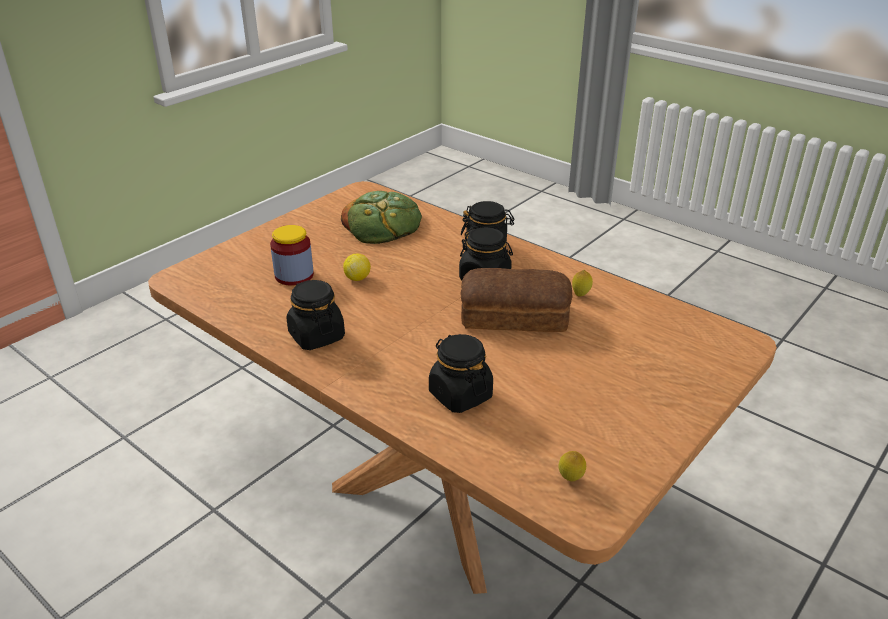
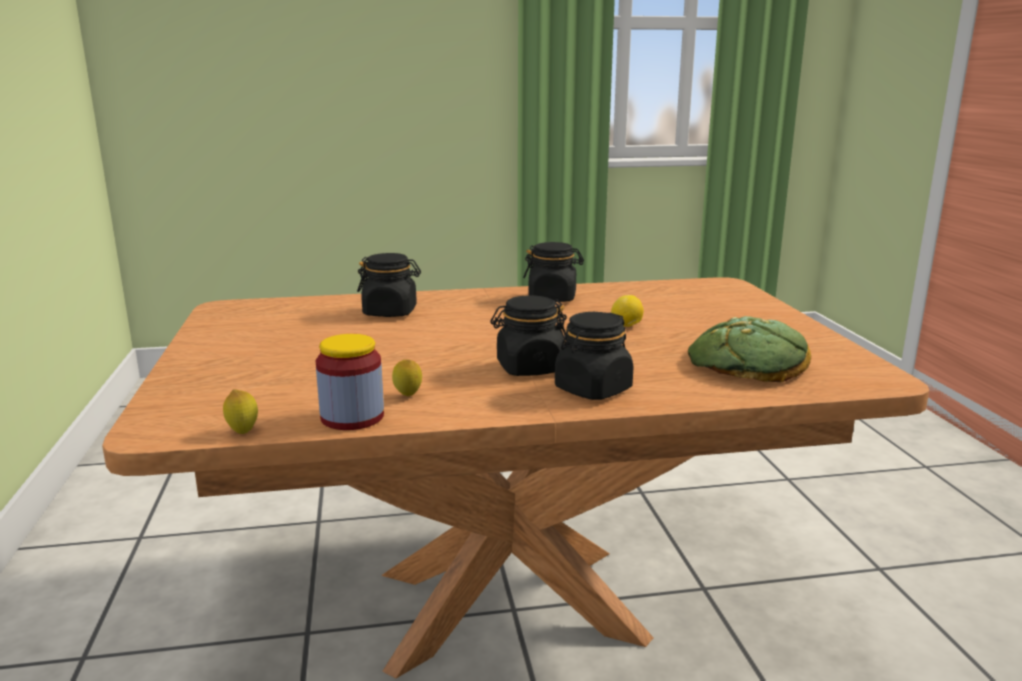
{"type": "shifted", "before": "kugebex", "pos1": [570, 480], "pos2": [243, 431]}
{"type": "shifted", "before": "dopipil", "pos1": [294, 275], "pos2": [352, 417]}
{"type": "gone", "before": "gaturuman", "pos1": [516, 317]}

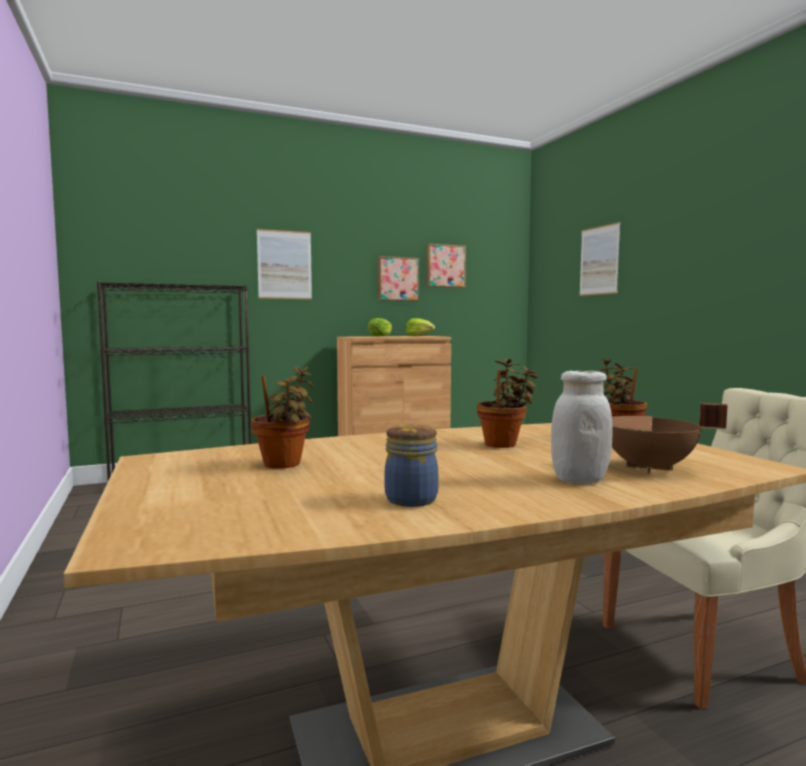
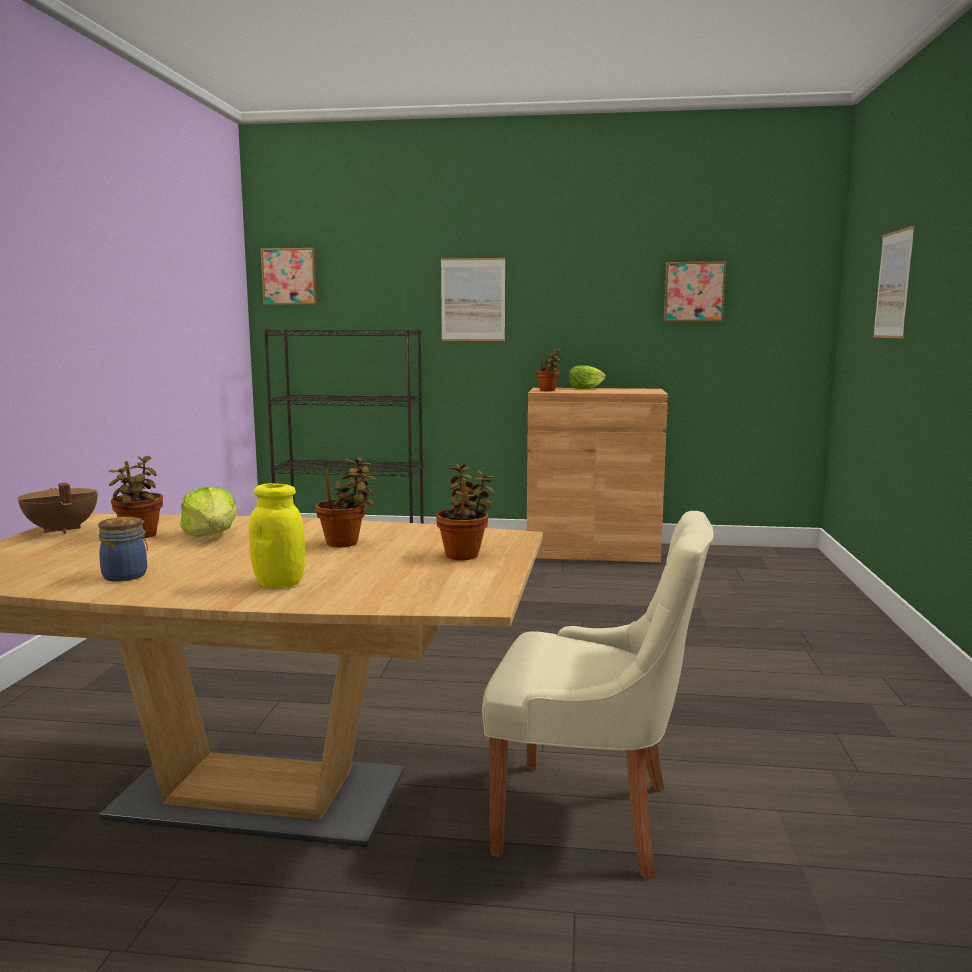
{"type": "shifted", "before": "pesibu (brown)", "pos1": [649, 468], "pos2": [60, 530]}
{"type": "shifted", "before": "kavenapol", "pos1": [419, 336], "pos2": [212, 535]}
{"type": "repainted", "before": "dopipil (white)", "after": "dopipil (yellow)", "pos1": [579, 479], "pos2": [279, 584]}
{"type": "shifted", "before": "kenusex", "pos1": [397, 279], "pos2": [290, 276]}
{"type": "new", "after": "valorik", "pos2": [548, 390]}

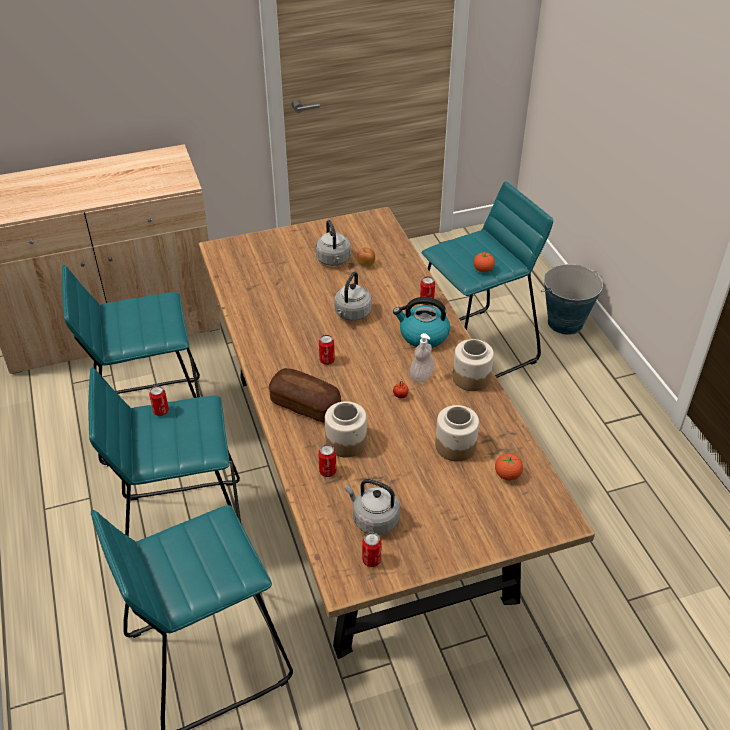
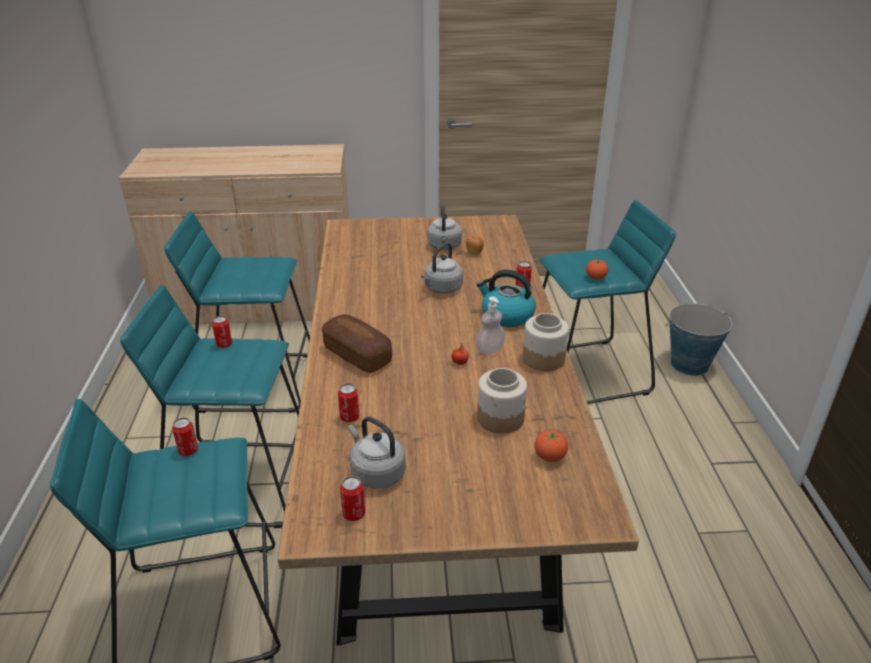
{"type": "shifted", "before": "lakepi", "pos1": [327, 360], "pos2": [188, 451]}
{"type": "gone", "before": "dopipil", "pos1": [346, 442]}

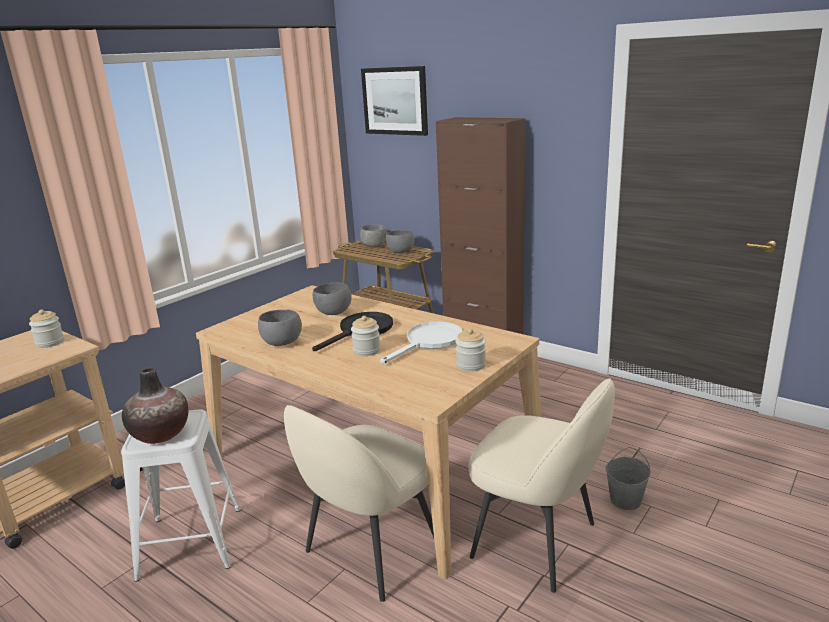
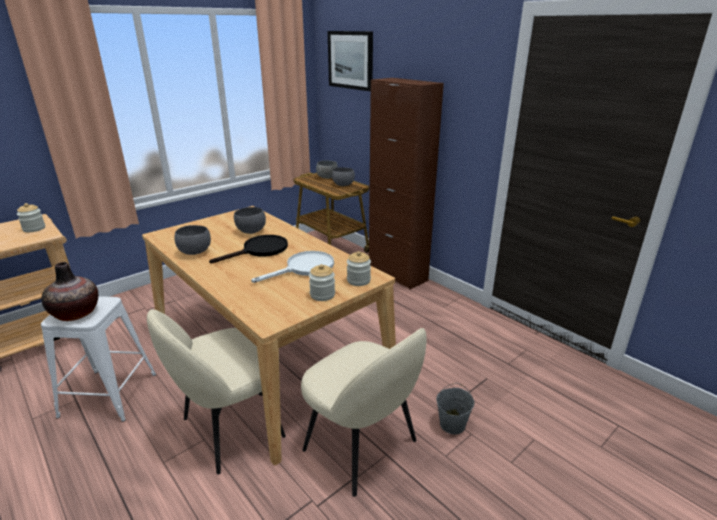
{"type": "shifted", "before": "dopipil", "pos1": [366, 350], "pos2": [358, 280]}

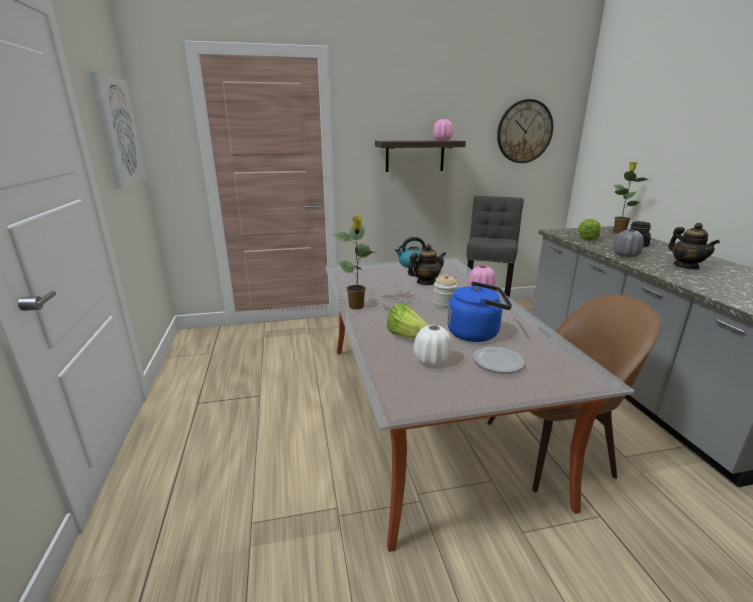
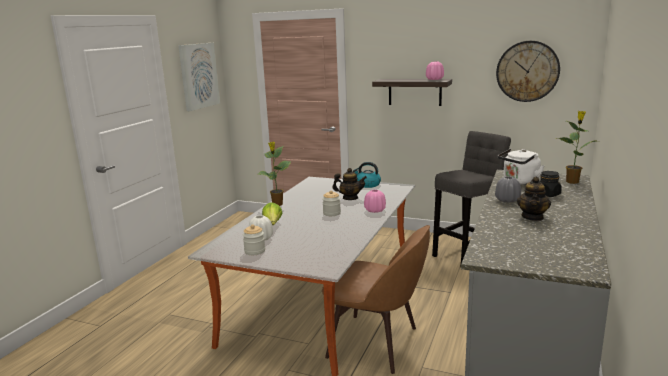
{"type": "new", "after": "dopipil", "pos2": [255, 251]}
{"type": "swapped", "before": "kavenapol", "after": "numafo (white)", "pos1": [587, 238], "pos2": [519, 182]}
{"type": "gone", "before": "numafo (blue)", "pos1": [476, 333]}
{"type": "gone", "before": "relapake", "pos1": [498, 361]}

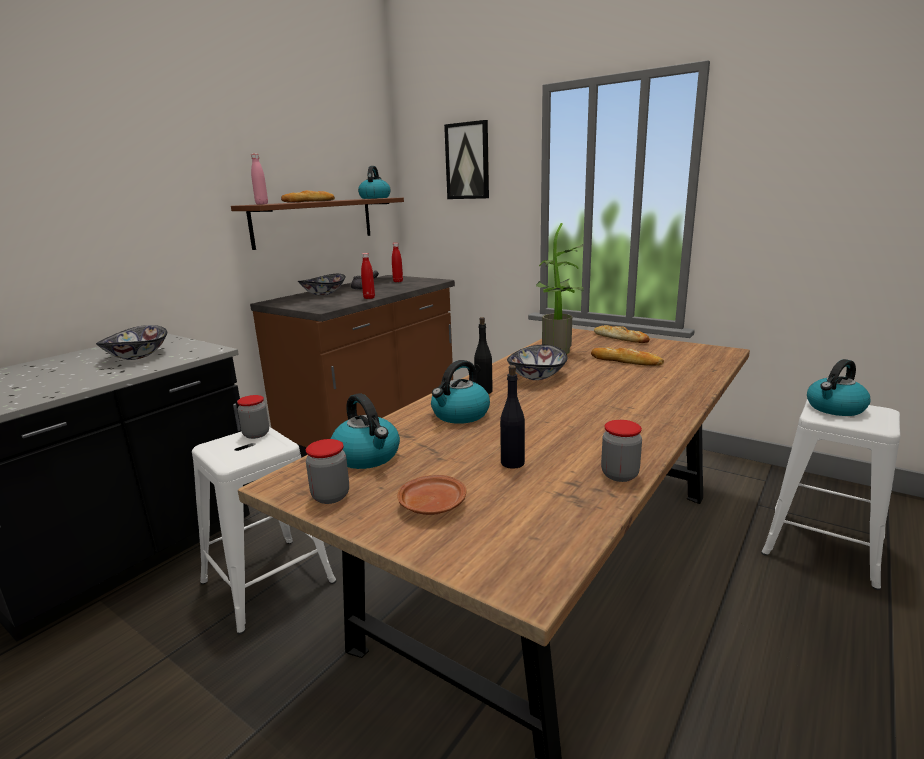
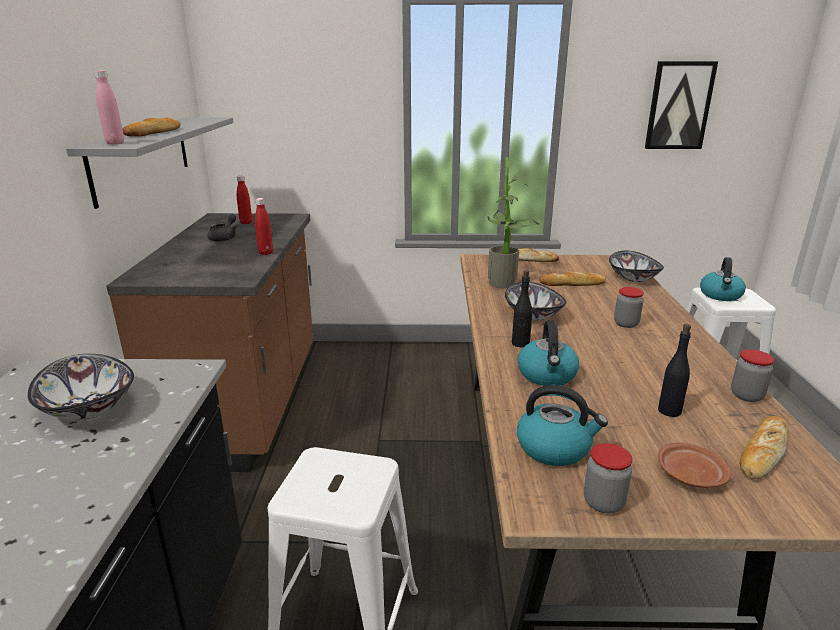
{"type": "repainted", "before": "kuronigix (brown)", "after": "kuronigix (grey)", "pos1": [314, 222], "pos2": [142, 157]}
{"type": "shifted", "before": "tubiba", "pos1": [323, 293], "pos2": [632, 278]}
{"type": "shifted", "before": "dopipil", "pos1": [256, 434], "pos2": [626, 324]}
{"type": "shifted", "before": "kenusex", "pos1": [467, 161], "pos2": [679, 106]}
{"type": "new", "after": "gaturuman", "pos2": [763, 451]}
{"type": "gone", "before": "numafo", "pos1": [375, 198]}

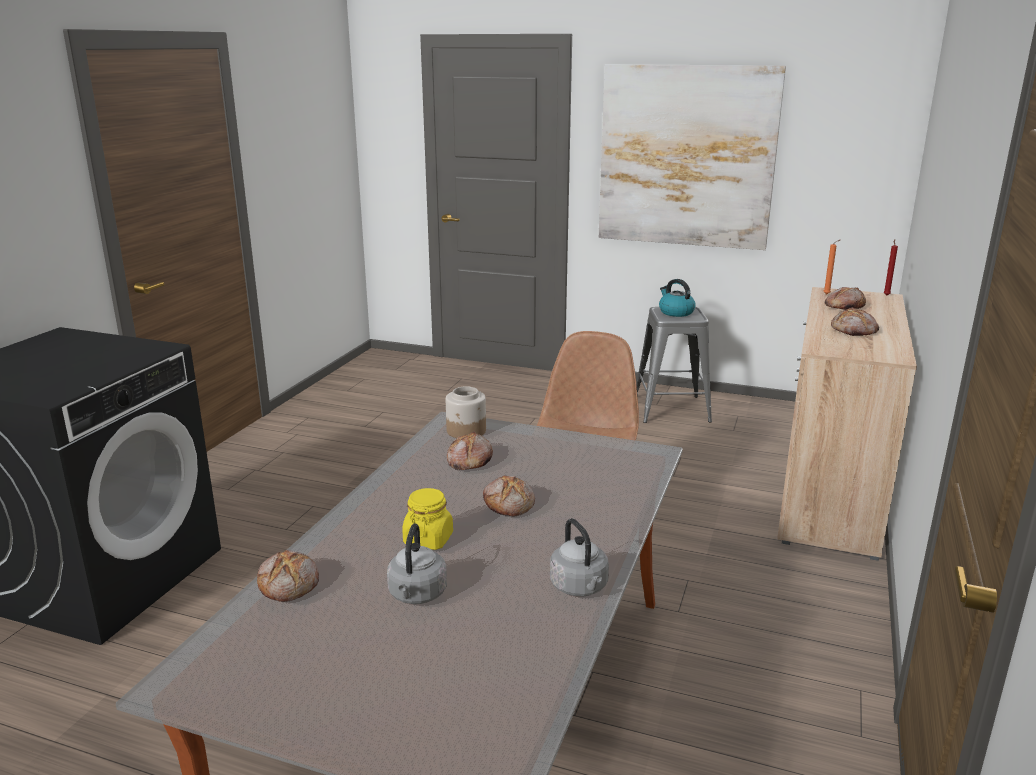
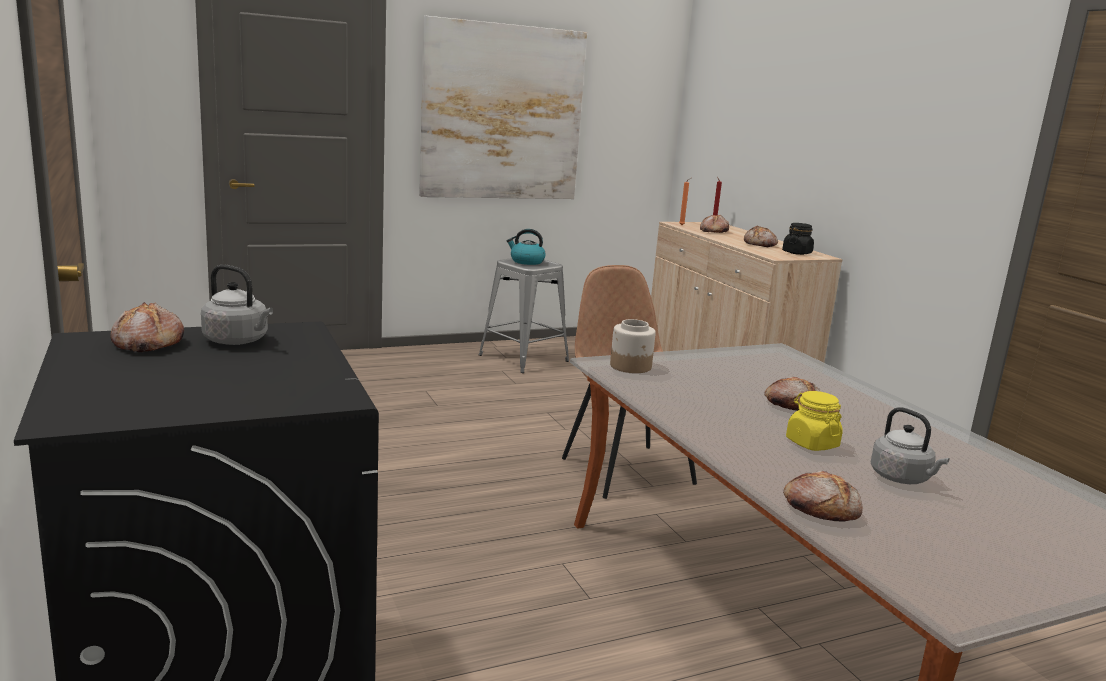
{"type": "shifted", "before": "gaturuman", "pos1": [468, 461], "pos2": [147, 343]}
{"type": "shifted", "before": "numafo (grey)", "pos1": [580, 588], "pos2": [238, 341]}
{"type": "new", "after": "dopipil (black)", "pos2": [797, 253]}

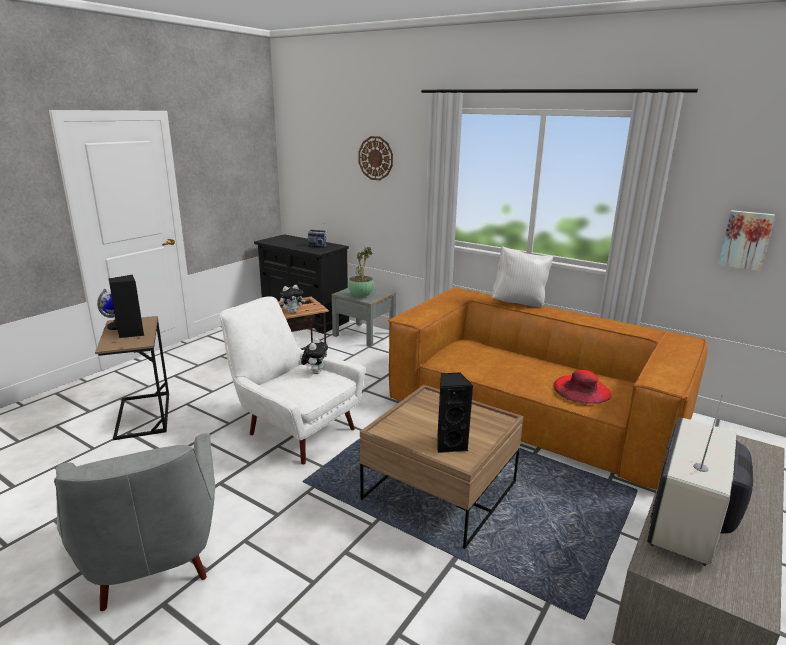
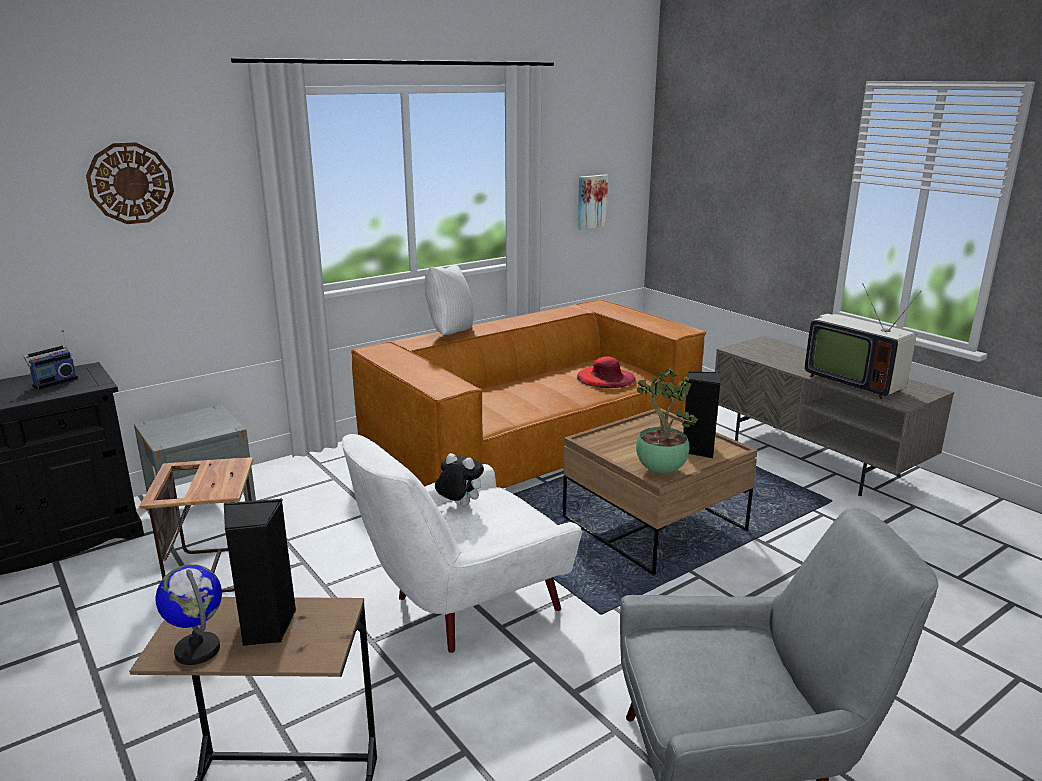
{"type": "shifted", "before": "valorik", "pos1": [361, 296], "pos2": [659, 470]}
{"type": "gone", "before": "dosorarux", "pos1": [292, 312]}

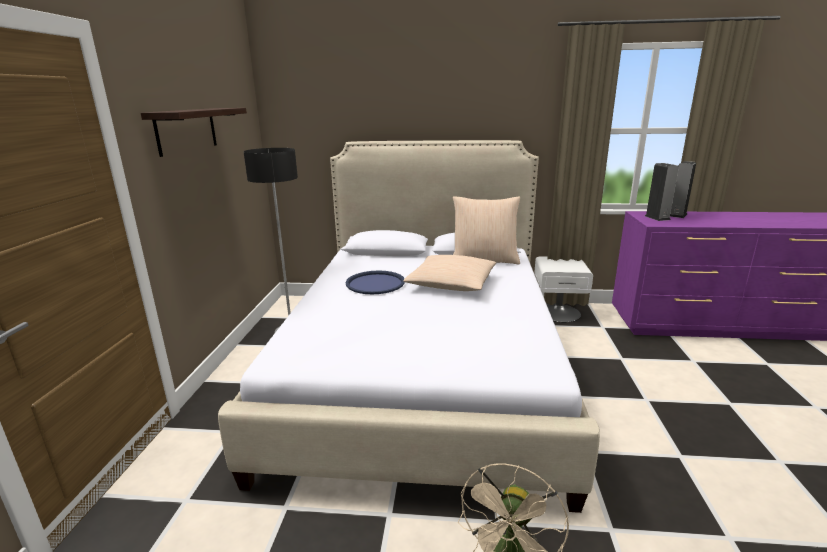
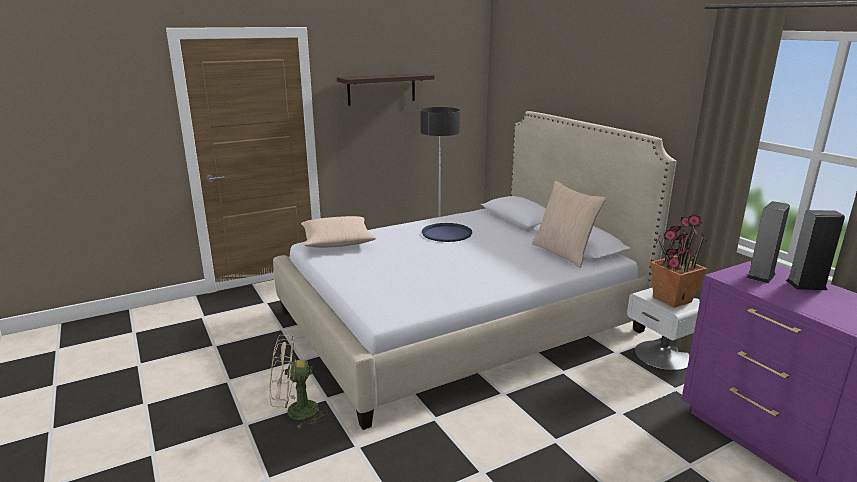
{"type": "shifted", "before": "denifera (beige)", "pos1": [451, 283], "pos2": [337, 241]}
{"type": "new", "after": "valorik", "pos2": [671, 299]}

